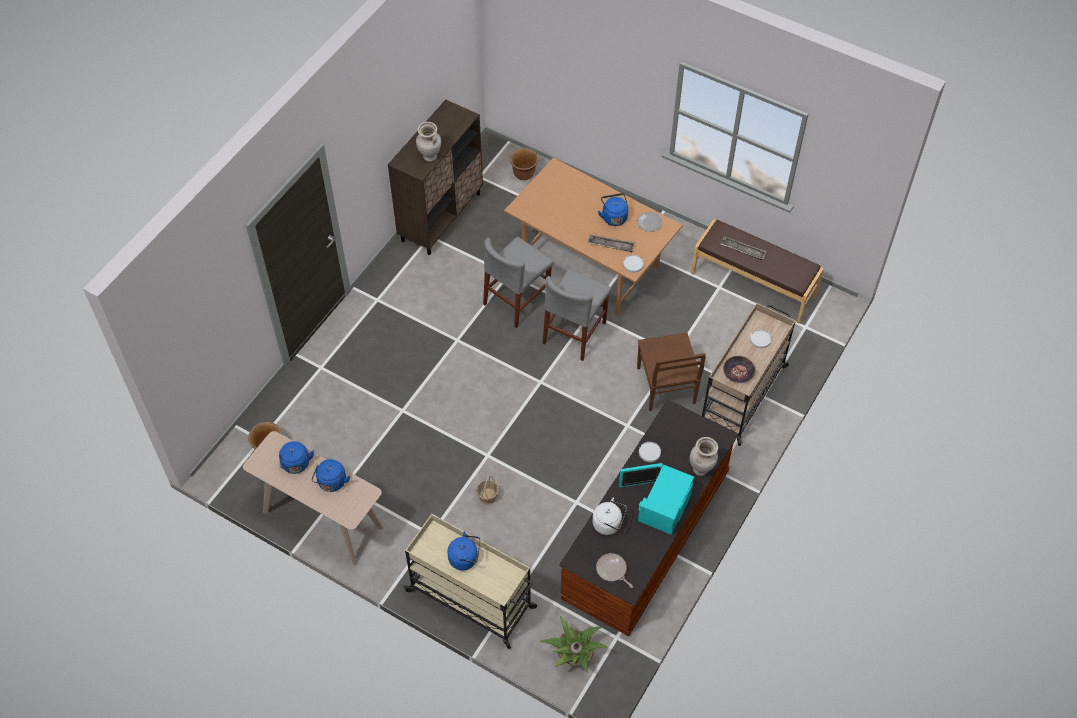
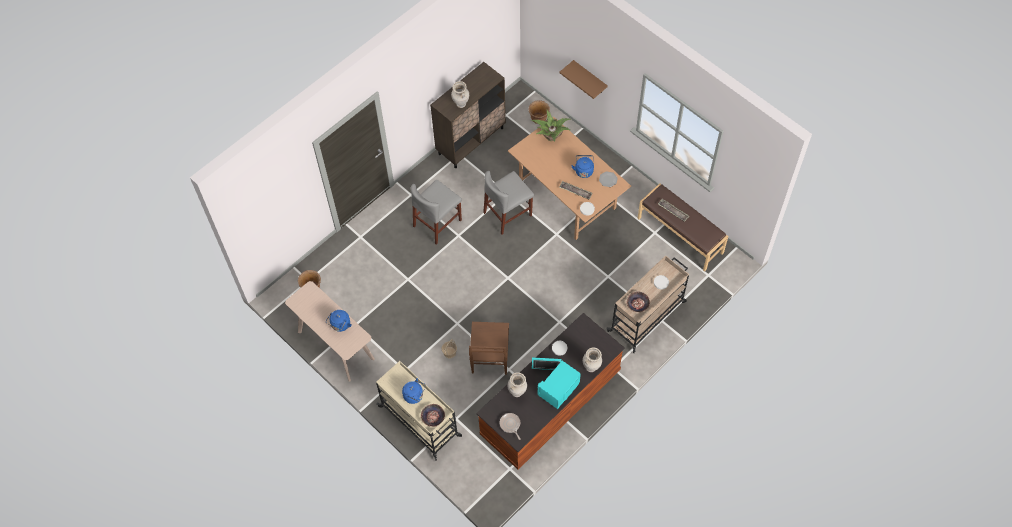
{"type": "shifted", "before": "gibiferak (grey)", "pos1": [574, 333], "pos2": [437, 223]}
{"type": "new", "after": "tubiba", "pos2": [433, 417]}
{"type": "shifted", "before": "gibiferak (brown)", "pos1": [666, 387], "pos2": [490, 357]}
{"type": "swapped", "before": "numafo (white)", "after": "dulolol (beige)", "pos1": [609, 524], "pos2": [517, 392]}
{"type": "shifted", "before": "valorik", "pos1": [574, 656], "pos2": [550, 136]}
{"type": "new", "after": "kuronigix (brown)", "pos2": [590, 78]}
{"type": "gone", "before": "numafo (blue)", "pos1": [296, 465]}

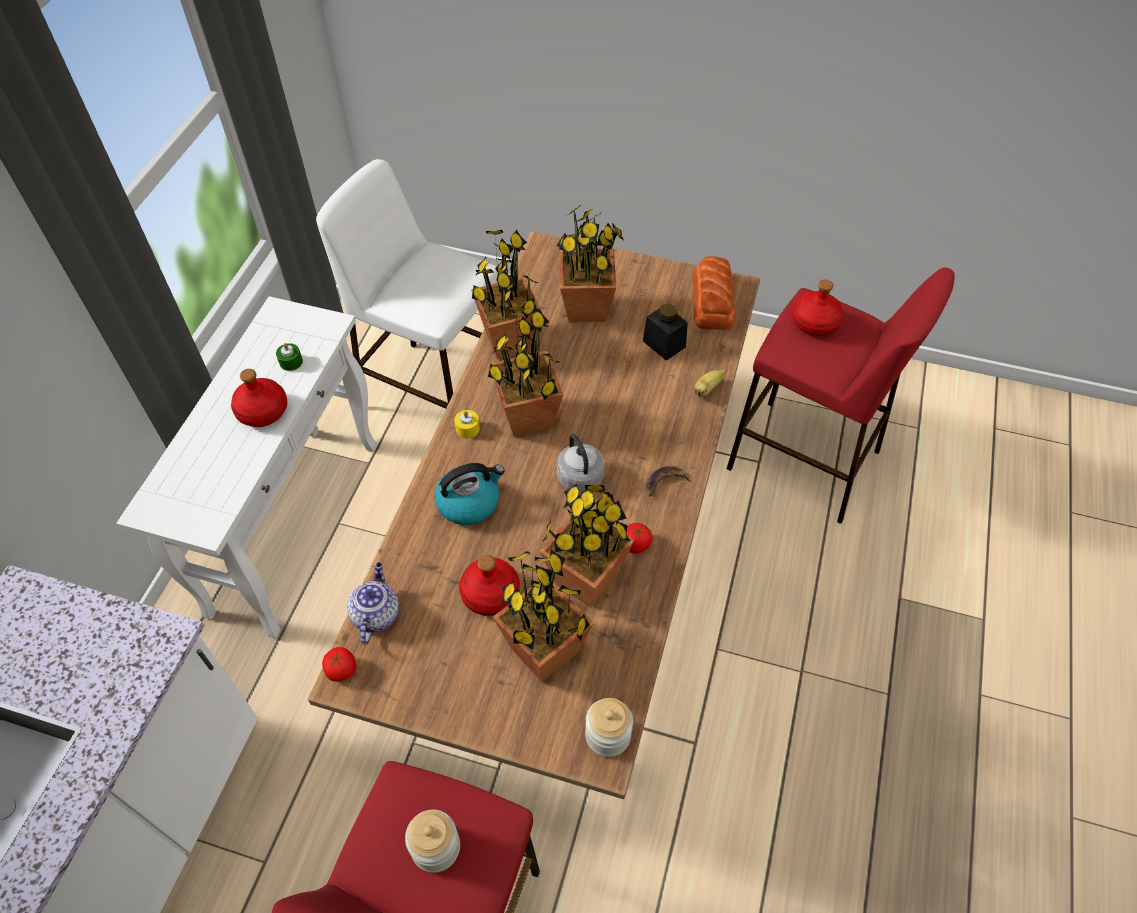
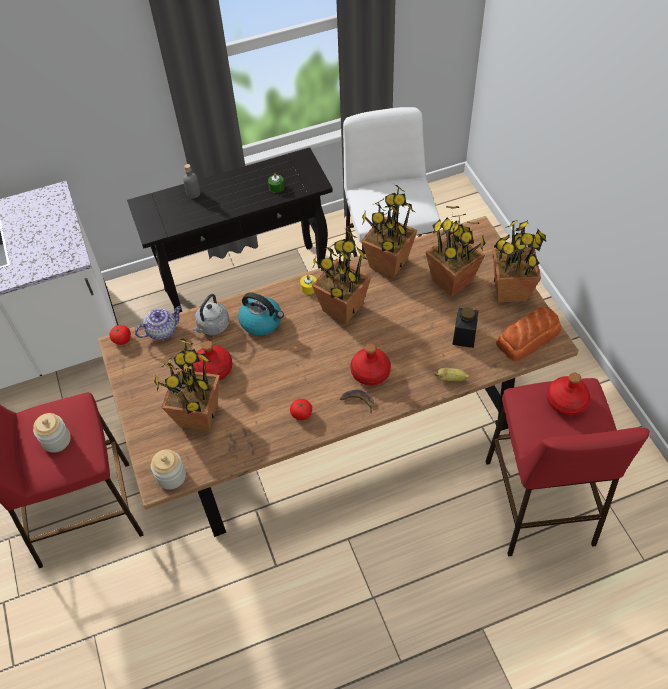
{"type": "repainted", "before": "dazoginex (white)", "after": "dazoginex (black)", "pos1": [295, 524], "pos2": [247, 283]}
{"type": "new", "after": "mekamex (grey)", "pos2": [193, 193]}
{"type": "shifted", "before": "numafo (grey)", "pos1": [581, 479], "pos2": [212, 327]}
{"type": "shifted", "before": "mekamex (red)", "pos1": [262, 411], "pos2": [370, 372]}
{"type": "shifted", "before": "valorik", "pos1": [585, 579], "pos2": [510, 290]}

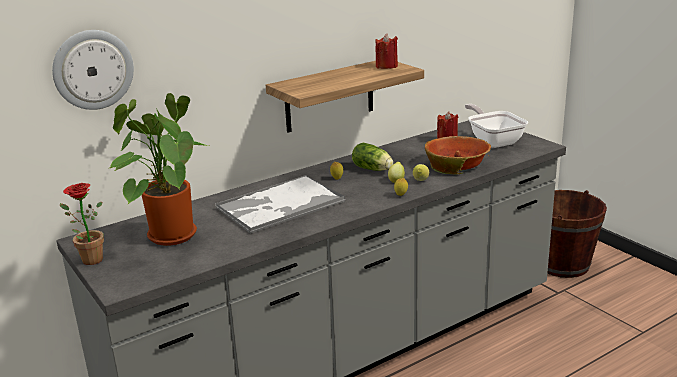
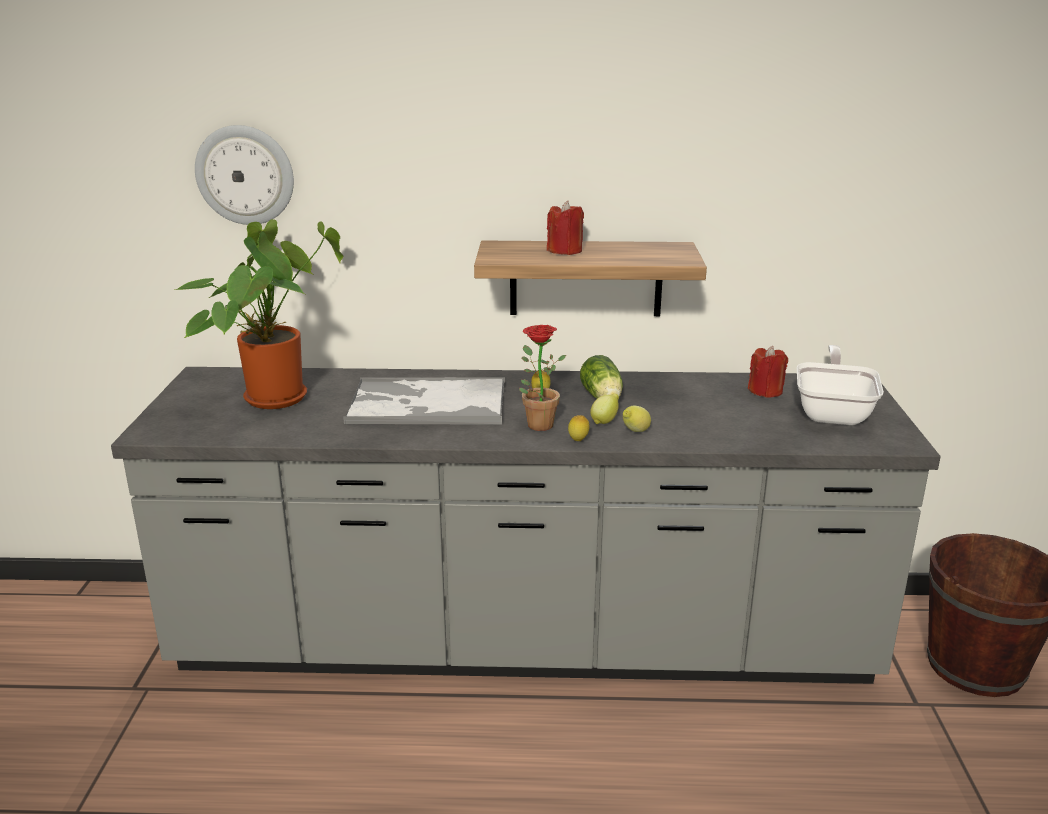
{"type": "shifted", "before": "valorik", "pos1": [88, 259], "pos2": [536, 423]}
{"type": "shifted", "before": "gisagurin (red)", "pos1": [386, 66], "pos2": [565, 251]}
{"type": "gone", "before": "tubiba", "pos1": [457, 165]}

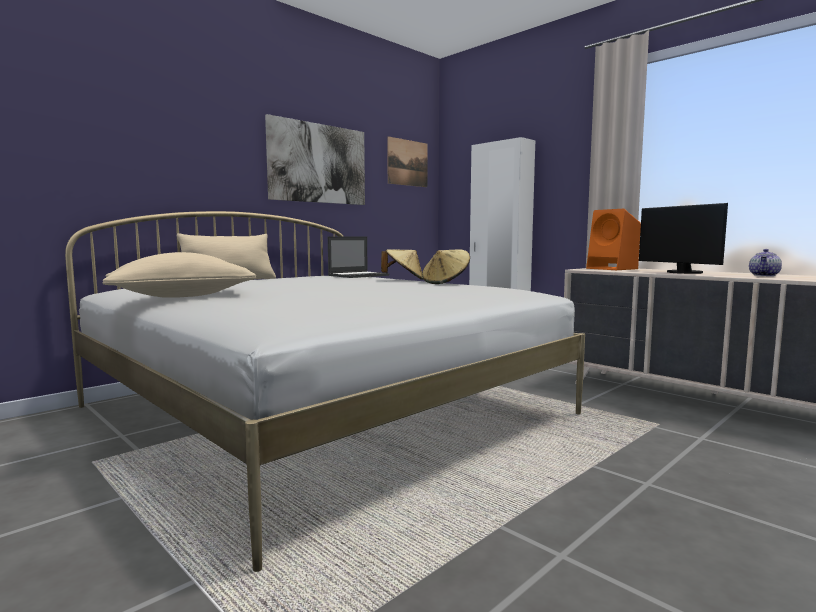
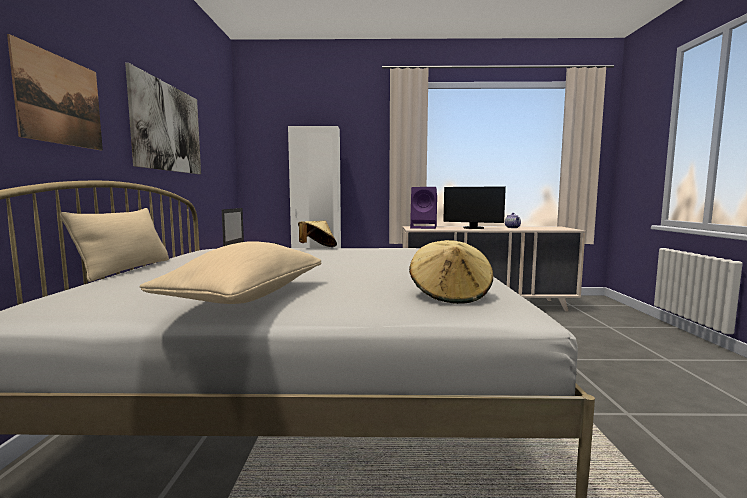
{"type": "shifted", "before": "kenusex", "pos1": [407, 163], "pos2": [60, 100]}
{"type": "shifted", "before": "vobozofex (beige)", "pos1": [446, 282], "pos2": [450, 295]}
{"type": "repainted", "before": "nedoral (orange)", "after": "nedoral (purple)", "pos1": [613, 269], "pos2": [424, 227]}

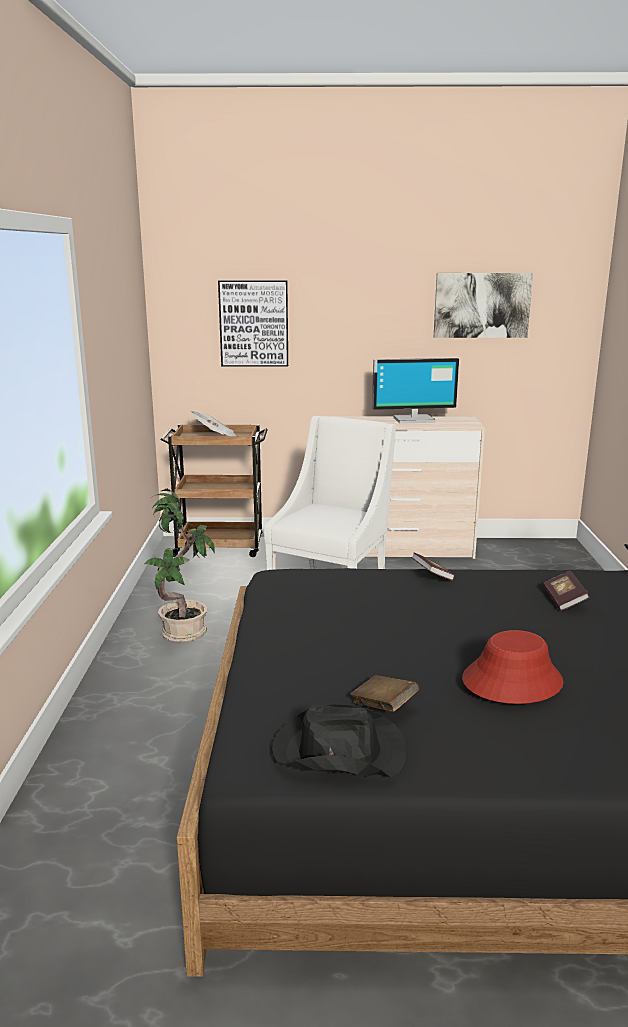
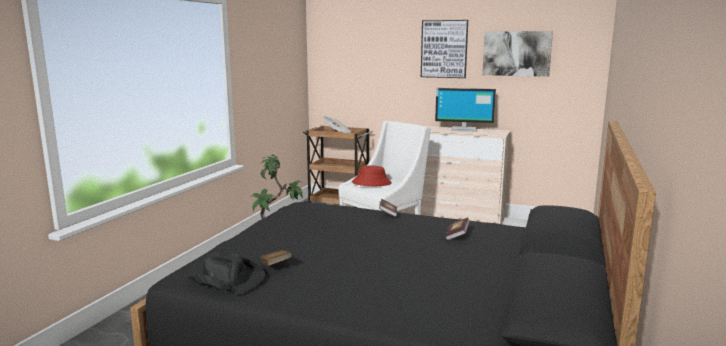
{"type": "shifted", "before": "vobozofex (red)", "pos1": [512, 681], "pos2": [371, 183]}
{"type": "shifted", "before": "kenusex", "pos1": [254, 323], "pos2": [444, 49]}

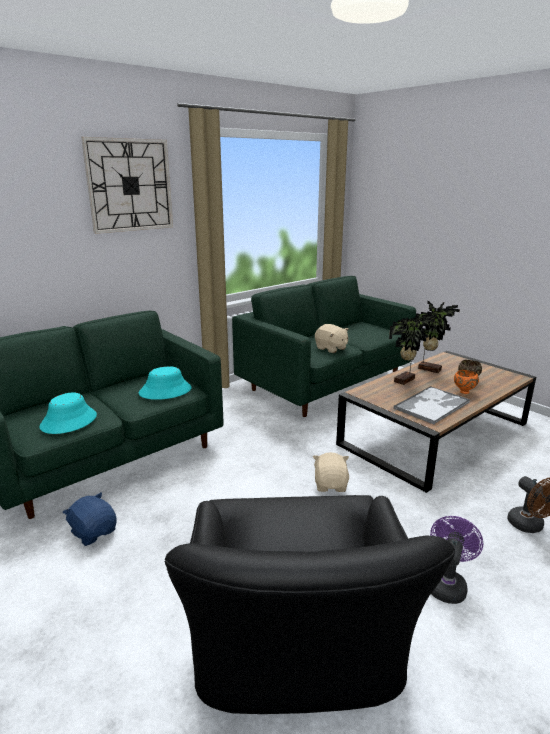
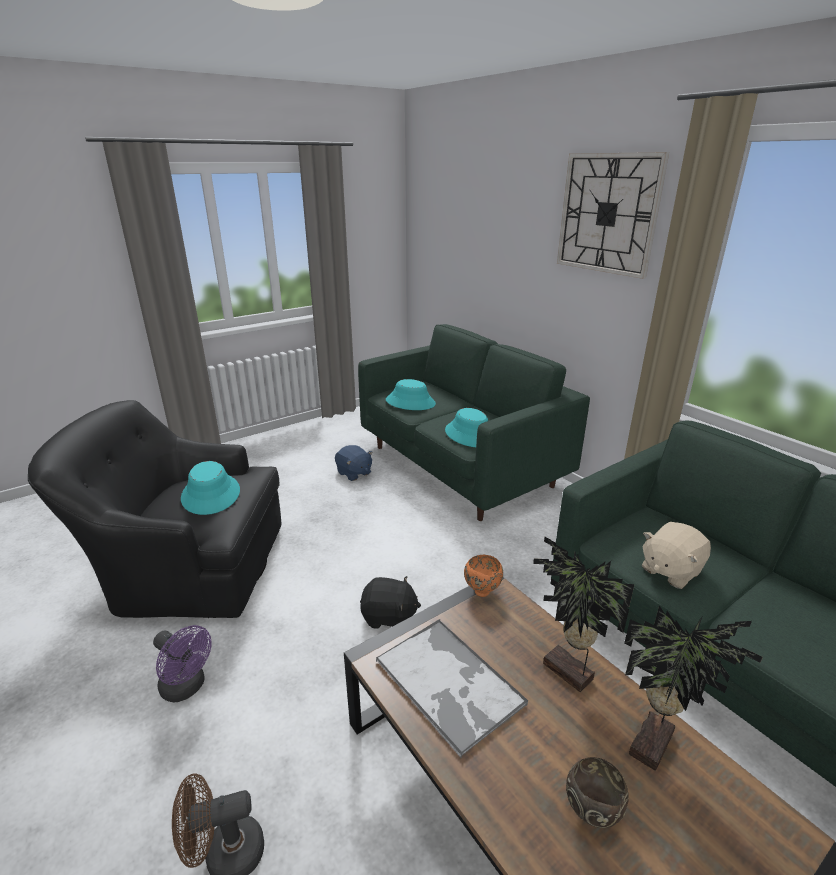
{"type": "new", "after": "vobozofex (turquoise)", "pos2": [211, 494]}
{"type": "rotated", "before": "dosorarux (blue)", "pos1": [94, 532], "pos2": [354, 473], "turn": 90}
{"type": "repainted", "before": "dosorarux (beige)", "after": "dosorarux (black)", "pos1": [331, 485], "pos2": [389, 617]}
{"type": "shifted", "before": "tubiba (orange)", "pos1": [463, 392], "pos2": [482, 591]}

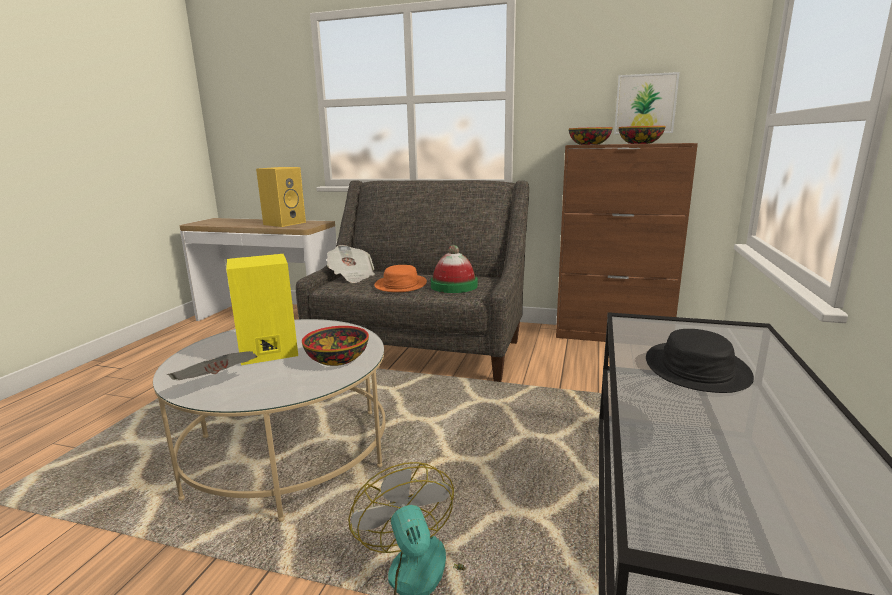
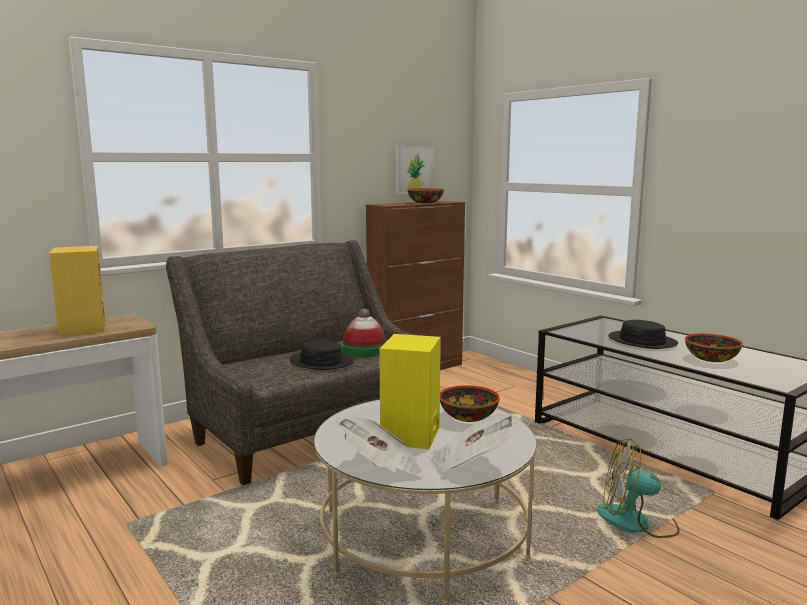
{"type": "repainted", "before": "vobozofex (orange)", "after": "vobozofex (black)", "pos1": [400, 285], "pos2": [321, 362]}
{"type": "shifted", "before": "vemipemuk", "pos1": [351, 276], "pos2": [382, 467]}
{"type": "shifted", "before": "tubiba", "pos1": [589, 144], "pos2": [710, 358]}

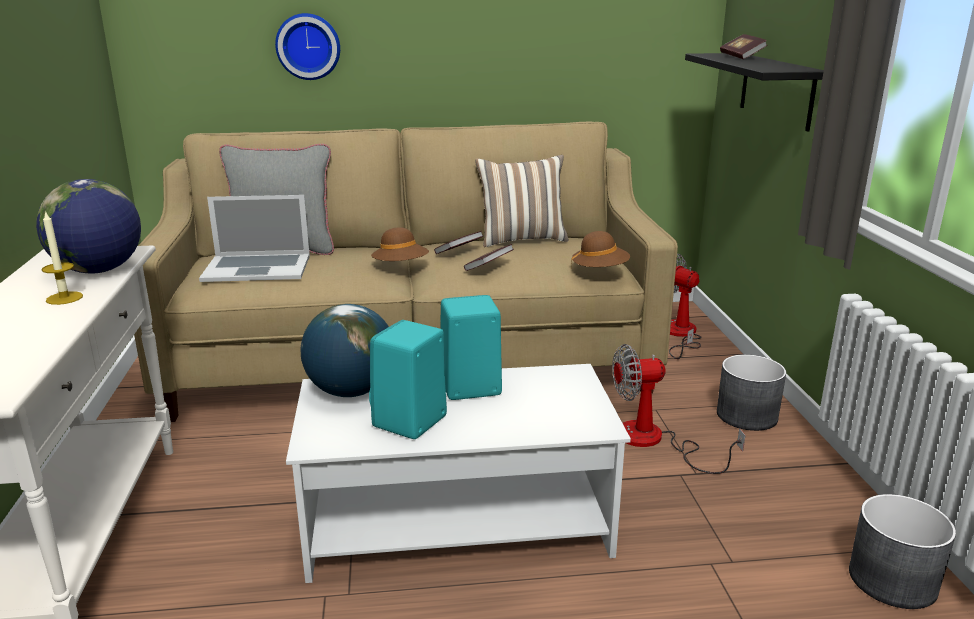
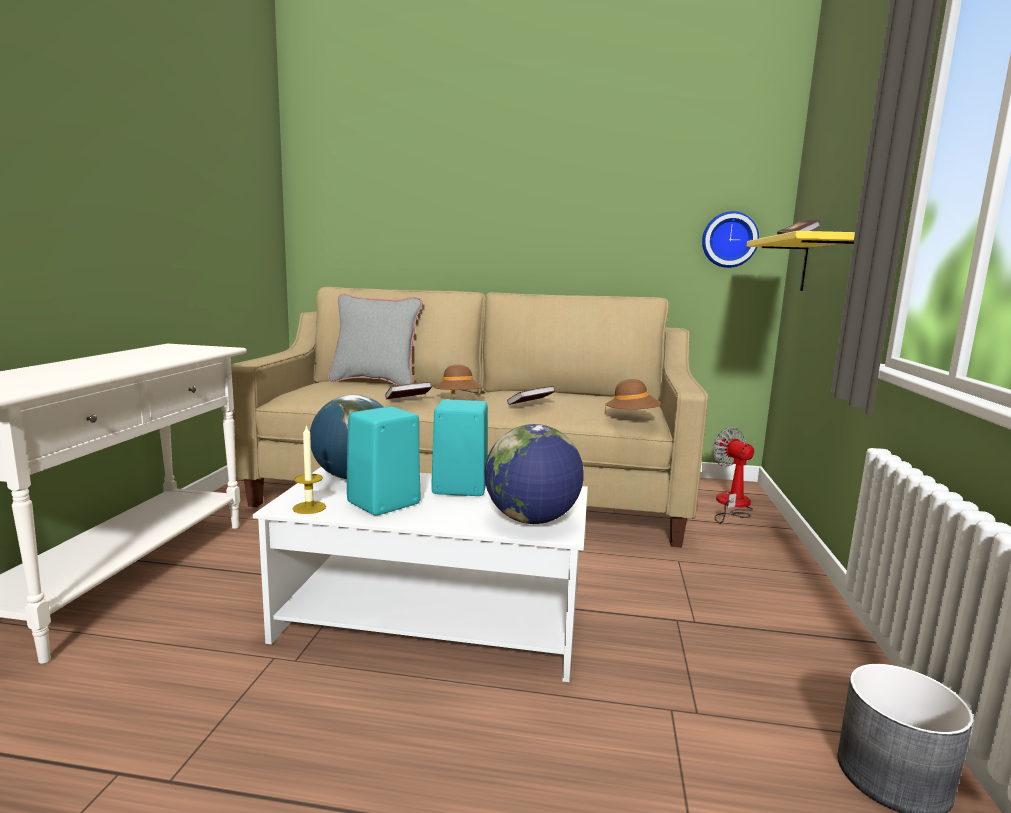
{"type": "shifted", "before": "gisagurin", "pos1": [64, 298], "pos2": [309, 507]}
{"type": "shifted", "before": "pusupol", "pos1": [458, 252], "pos2": [408, 400]}
{"type": "shifted", "before": "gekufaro", "pos1": [99, 270], "pos2": [532, 520]}
{"type": "shifted", "before": "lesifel", "pos1": [308, 46], "pos2": [729, 240]}
{"type": "repainted", "before": "kuronigix (black)", "after": "kuronigix (yellow)", "pos1": [776, 90], "pos2": [827, 265]}
{"type": "gone", "before": "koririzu", "pos1": [257, 268]}
{"type": "gone", "before": "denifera", "pos1": [522, 239]}
{"type": "gone", "before": "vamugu", "pos1": [654, 441]}
{"type": "gone", "before": "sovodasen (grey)", "pos1": [747, 415]}

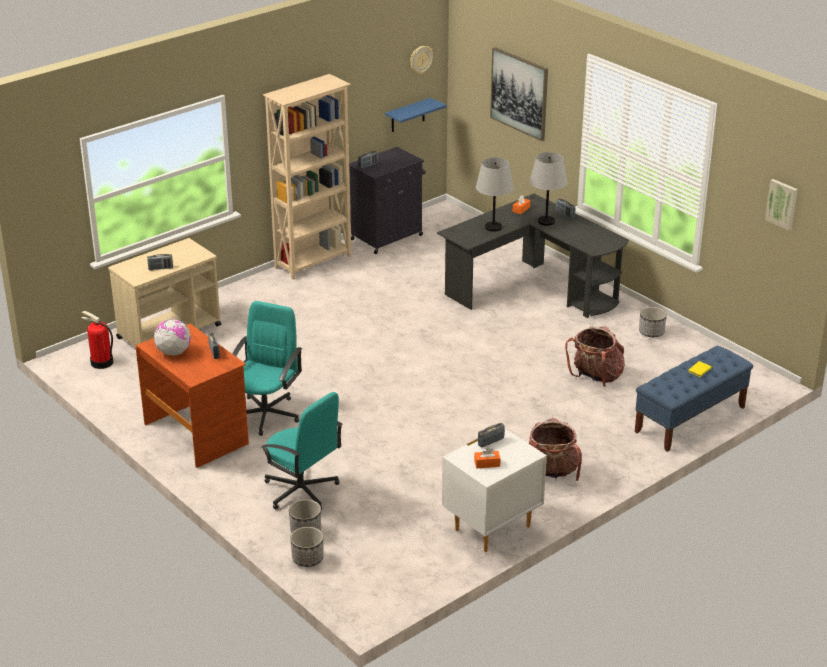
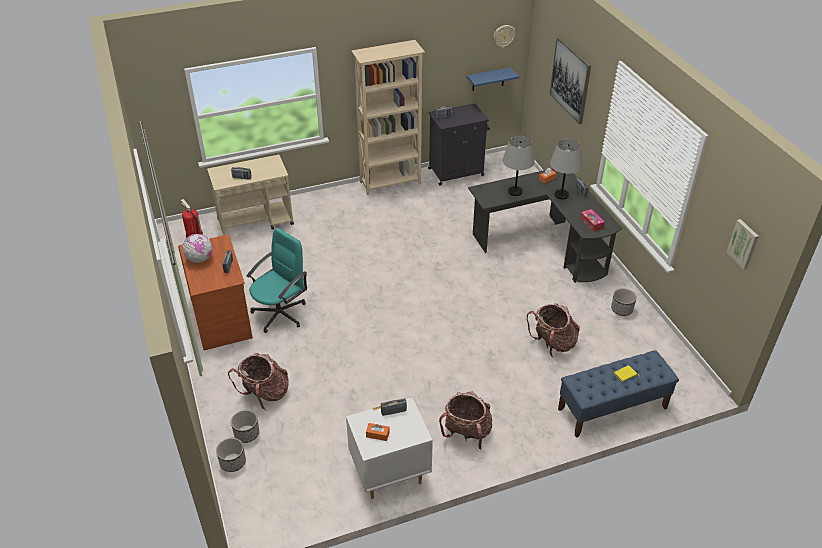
{"type": "swapped", "before": "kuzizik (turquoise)", "after": "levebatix", "pos1": [301, 491], "pos2": [265, 394]}
{"type": "new", "after": "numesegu", "pos2": [591, 223]}

